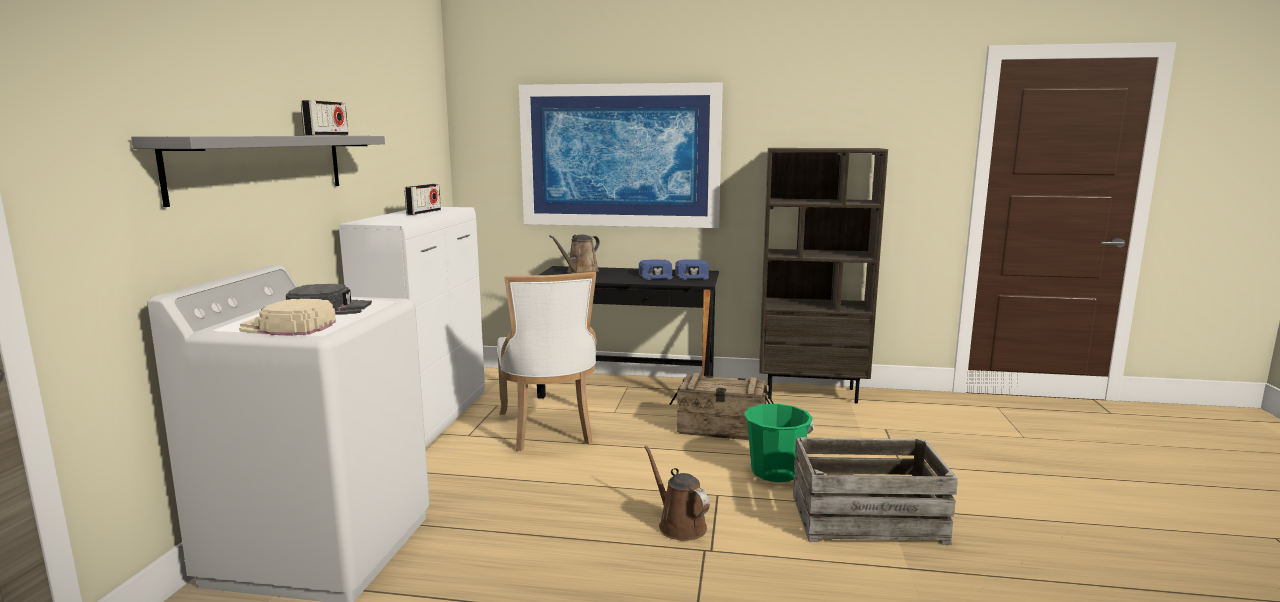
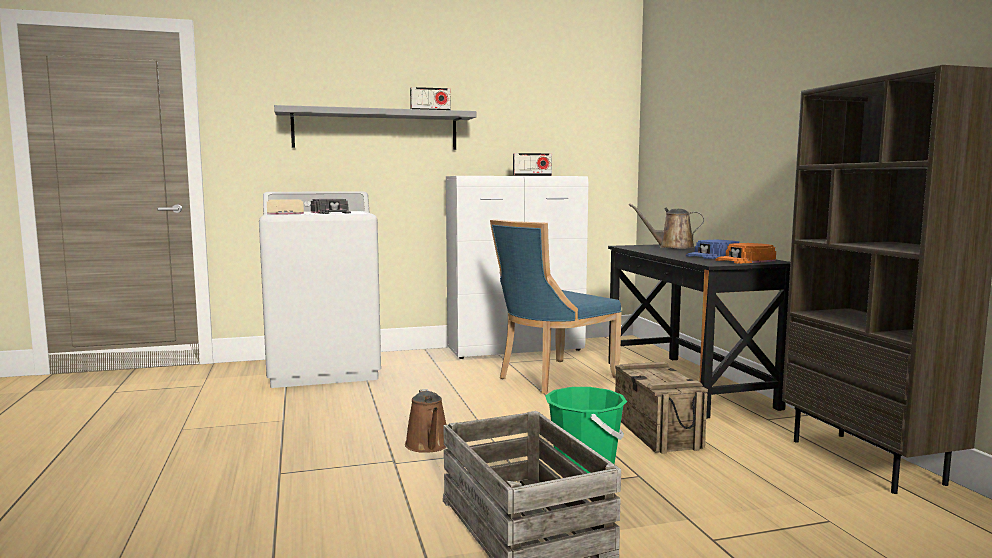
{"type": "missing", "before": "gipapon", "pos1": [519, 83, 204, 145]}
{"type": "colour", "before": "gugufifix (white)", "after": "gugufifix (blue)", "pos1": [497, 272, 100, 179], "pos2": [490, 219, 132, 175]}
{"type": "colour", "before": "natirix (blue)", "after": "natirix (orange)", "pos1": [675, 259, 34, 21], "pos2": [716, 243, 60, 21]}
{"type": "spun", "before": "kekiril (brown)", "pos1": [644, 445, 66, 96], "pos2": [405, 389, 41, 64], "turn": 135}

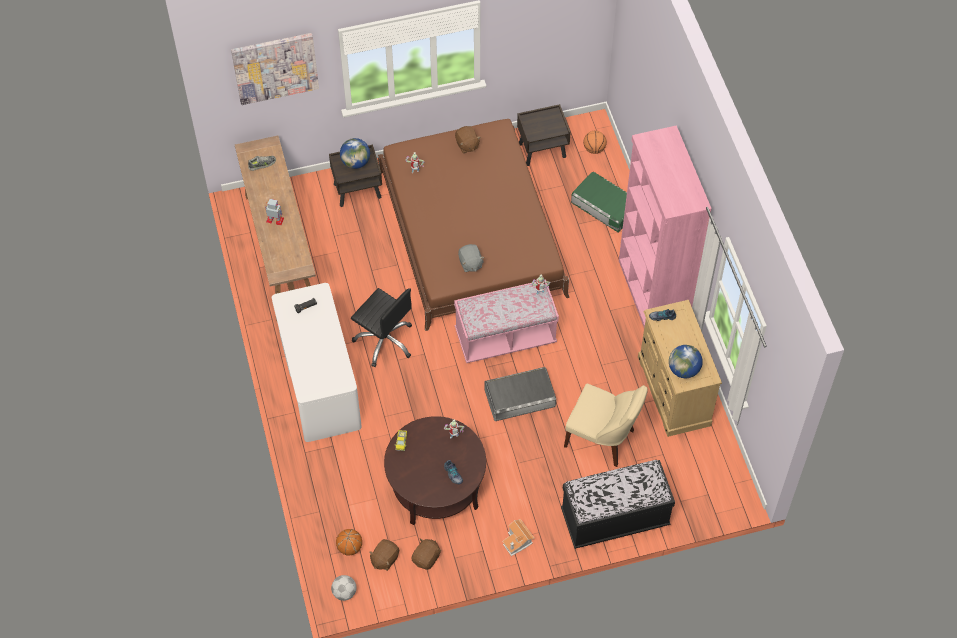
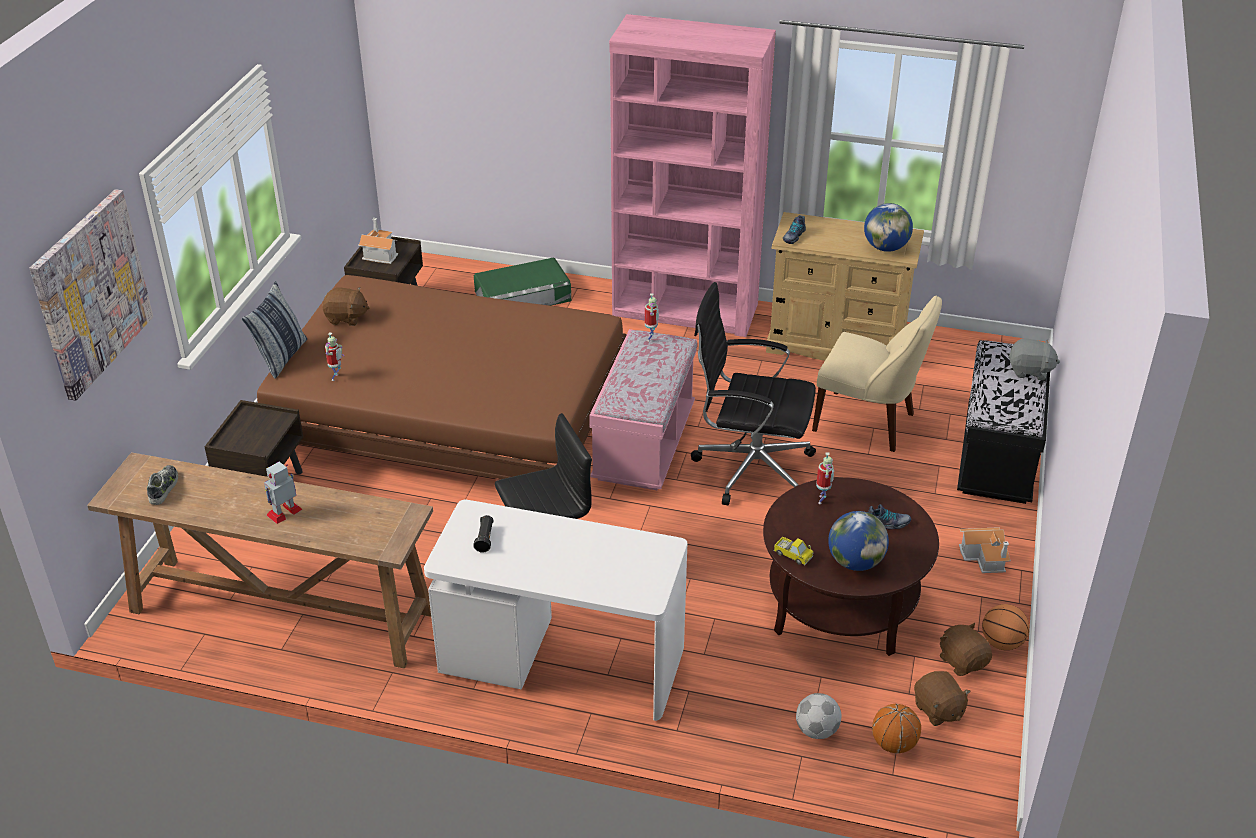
{"type": "appeared", "after": "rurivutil", "pos2": [242, 281, 65, 98]}
{"type": "appeared", "after": "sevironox", "pos2": [358, 218, 40, 46]}
{"type": "relocated", "before": "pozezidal", "pos1": [331, 575, 26, 26], "pos2": [796, 693, 45, 46]}
{"type": "relocated", "before": "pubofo", "pos1": [340, 138, 30, 31], "pos2": [828, 511, 61, 60]}
{"type": "relocated", "before": "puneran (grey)", "pos1": [458, 244, 27, 28], "pos2": [1008, 339, 52, 41]}
{"type": "relocated", "before": "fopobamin", "pos1": [583, 131, 24, 23], "pos2": [982, 604, 48, 46]}
{"type": "exchanged", "before": "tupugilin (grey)", "after": "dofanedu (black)", "pos1": [484, 367, 72, 54], "pos2": [691, 282, 125, 223]}
{"type": "spun", "before": "gugufifix (beige)", "pos1": [564, 384, 84, 83], "pos2": [812, 296, 130, 156], "turn": 60}

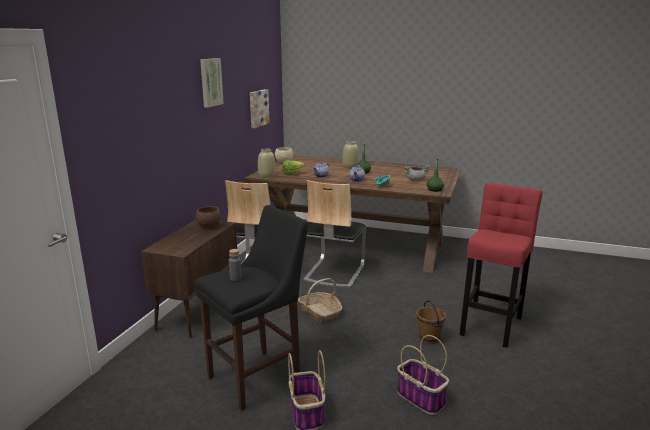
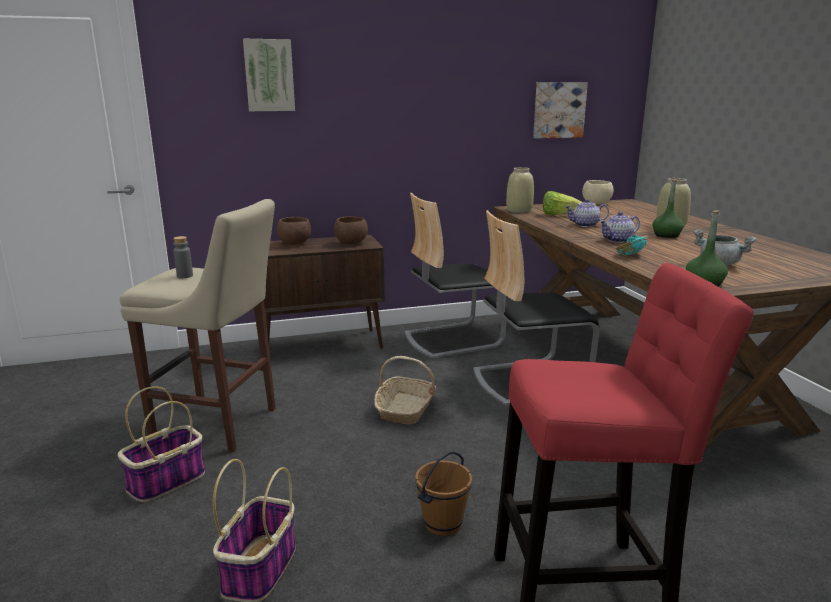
{"type": "appeared", "after": "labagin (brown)", "pos2": [277, 217, 34, 28]}
{"type": "relocated", "before": "gipapon", "pos1": [200, 58, 24, 50], "pos2": [243, 39, 52, 72]}
{"type": "colour", "before": "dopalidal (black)", "after": "dopalidal (beige)", "pos1": [195, 205, 113, 206], "pos2": [120, 199, 156, 253]}

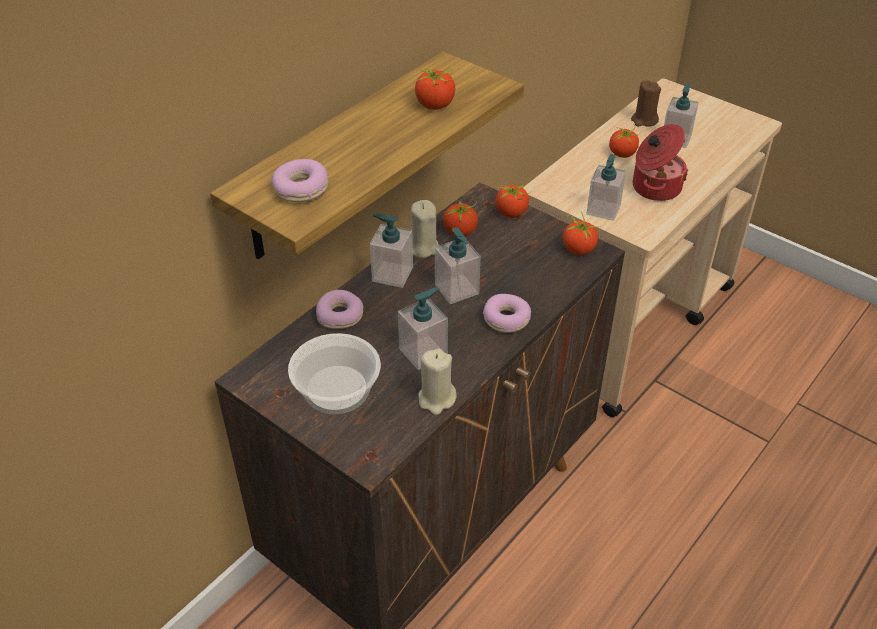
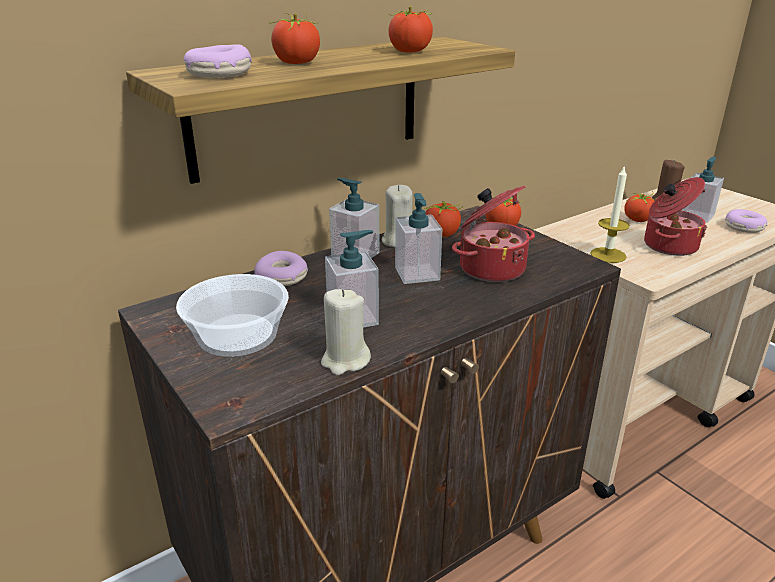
{"type": "appeared", "after": "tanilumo", "pos2": [452, 186, 83, 96]}
{"type": "relocated", "before": "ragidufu", "pos1": [483, 294, 48, 39], "pos2": [725, 209, 42, 24]}
{"type": "relocated", "before": "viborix", "pos1": [563, 214, 36, 41], "pos2": [271, 12, 49, 52]}
{"type": "exchanged", "before": "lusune", "after": "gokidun", "pos1": [586, 154, 40, 67], "pos2": [590, 165, 40, 98]}

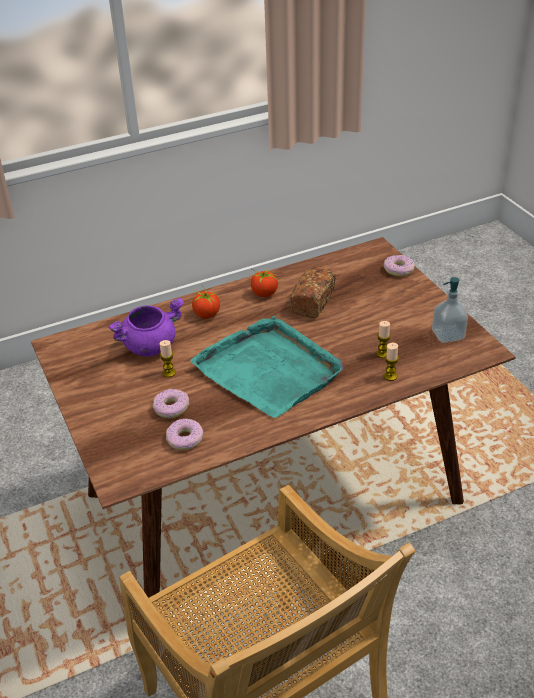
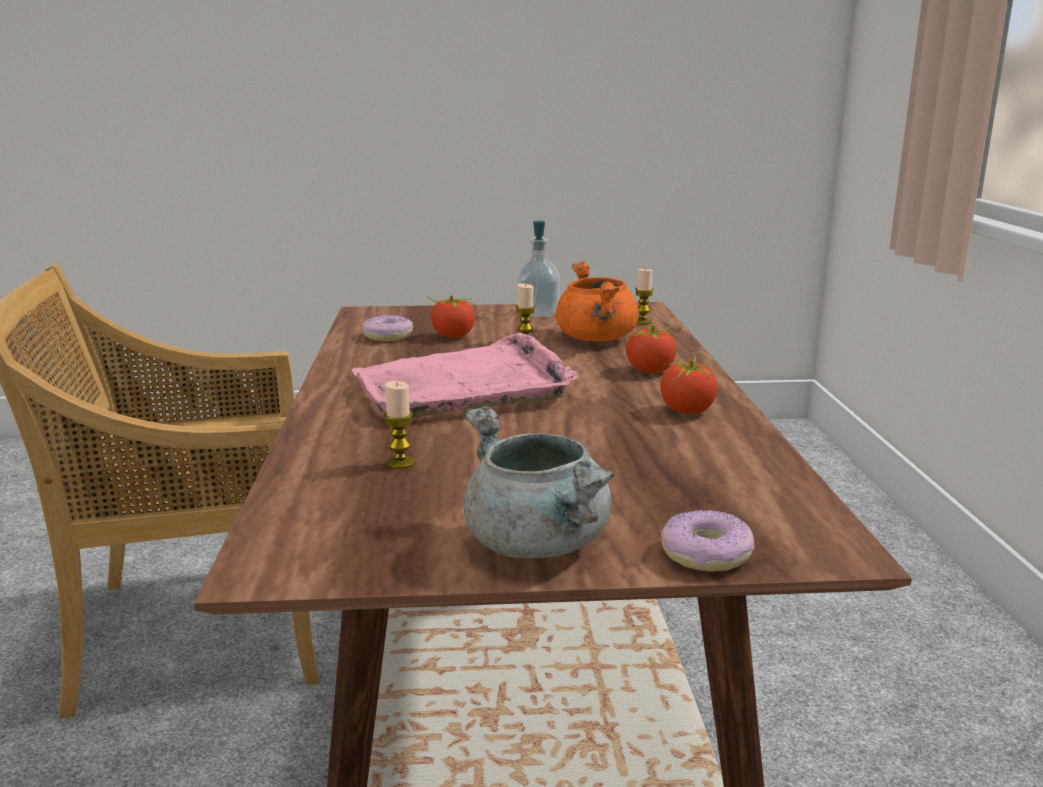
{"type": "missing", "before": "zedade", "pos1": [290, 267, 46, 51]}
{"type": "appeared", "after": "tanilumo (grey)", "pos2": [464, 406, 150, 152]}
{"type": "relocated", "before": "gokidun", "pos1": [384, 343, 15, 38], "pos2": [635, 269, 18, 55]}
{"type": "relocated", "before": "lusune", "pos1": [432, 277, 36, 66], "pos2": [518, 221, 42, 96]}
{"type": "exchanged", "before": "ragidufu", "after": "viborix", "pos1": [153, 389, 36, 29], "pos2": [427, 295, 48, 43]}
{"type": "colour", "before": "tanilumo (purple)", "after": "tanilumo (orange)", "pos1": [108, 297, 76, 60], "pos2": [556, 261, 83, 80]}
{"type": "colour", "before": "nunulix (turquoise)", "after": "nunulix (pink)", "pos1": [190, 316, 153, 102], "pos2": [352, 333, 227, 85]}

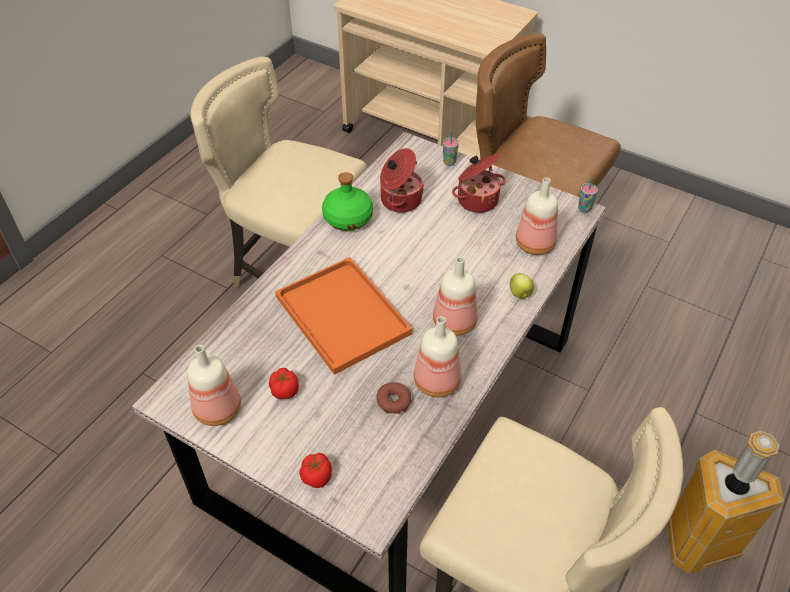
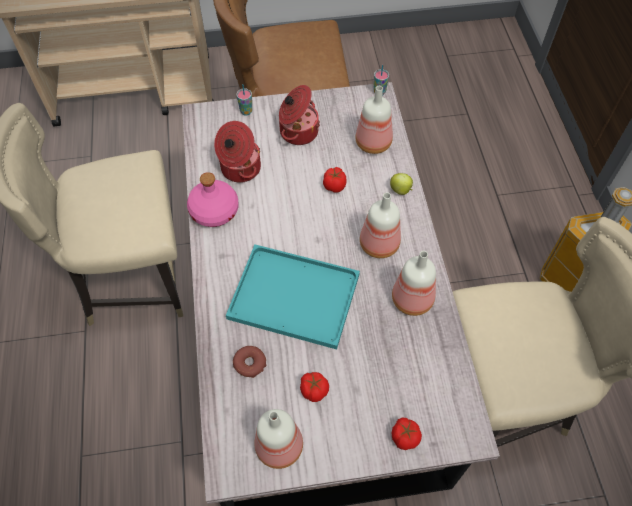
{"type": "appeared", "after": "viborix", "pos2": [323, 167, 24, 26]}
{"type": "relocated", "before": "ragidufu", "pos1": [377, 382, 34, 32], "pos2": [233, 346, 33, 32]}
{"type": "colour", "before": "nunulix (orange)", "after": "nunulix (turquoise)", "pos1": [275, 257, 137, 118], "pos2": [226, 244, 134, 105]}
{"type": "colour", "before": "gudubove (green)", "after": "gudubove (pink)", "pos1": [322, 172, 51, 59], "pos2": [187, 172, 52, 55]}

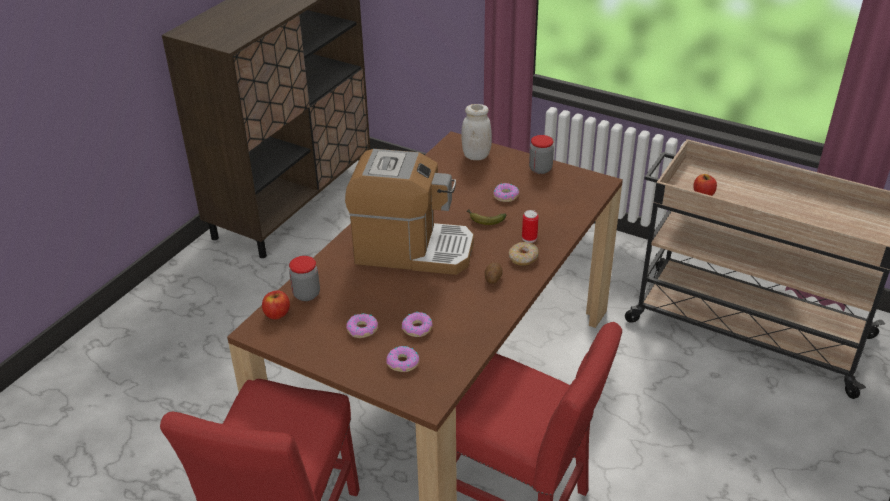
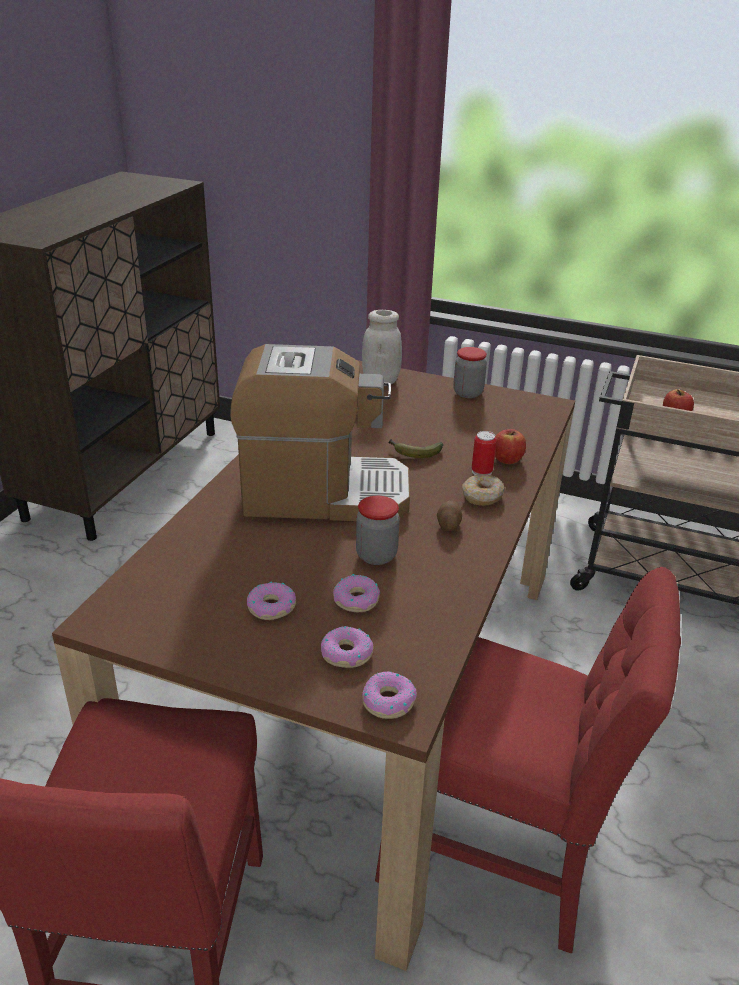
{"type": "relocated", "before": "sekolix", "pos1": [262, 290, 28, 30], "pos2": [495, 429, 31, 35]}
{"type": "relocated", "before": "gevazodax", "pos1": [289, 256, 31, 45], "pos2": [356, 496, 44, 69]}
{"type": "relocated", "before": "ragidufu", "pos1": [493, 183, 26, 19], "pos2": [362, 671, 55, 48]}

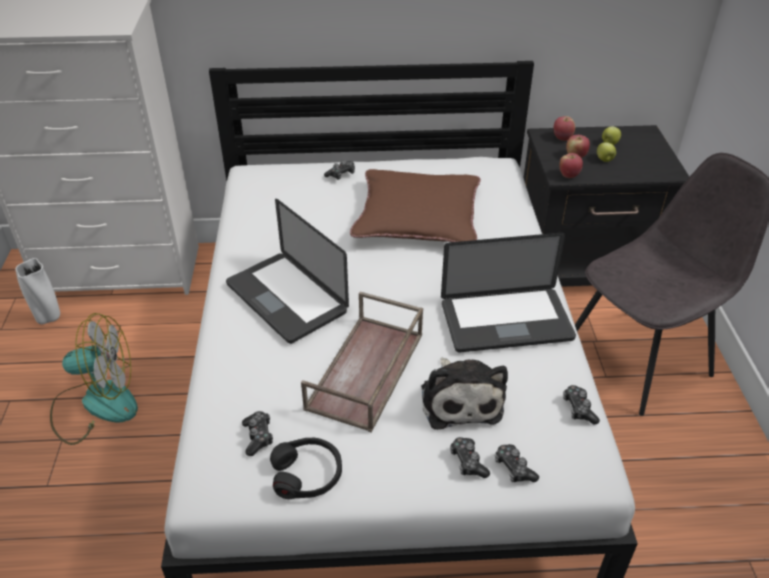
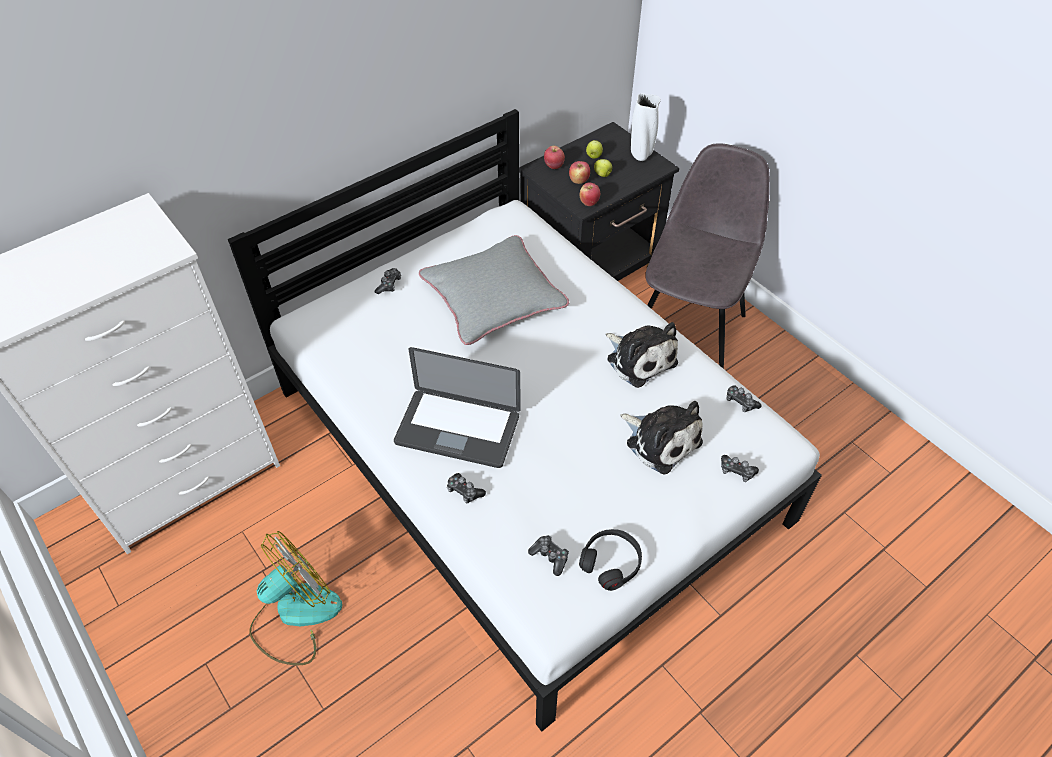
{"type": "missing", "before": "nunulix (brown)", "pos1": [301, 292, 122, 141]}
{"type": "relocated", "before": "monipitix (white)", "pos1": [15, 258, 45, 66], "pos2": [631, 93, 30, 68]}
{"type": "relocated", "before": "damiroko", "pos1": [450, 437, 40, 41], "pos2": [447, 473, 39, 30]}
{"type": "exchanged", "before": "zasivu", "after": "puneran", "pos1": [441, 233, 135, 119], "pos2": [606, 322, 72, 66]}
{"type": "colour", "before": "rurivutil (brown)", "after": "rurivutil (grey)", "pos1": [350, 169, 131, 73], "pos2": [419, 235, 150, 110]}

